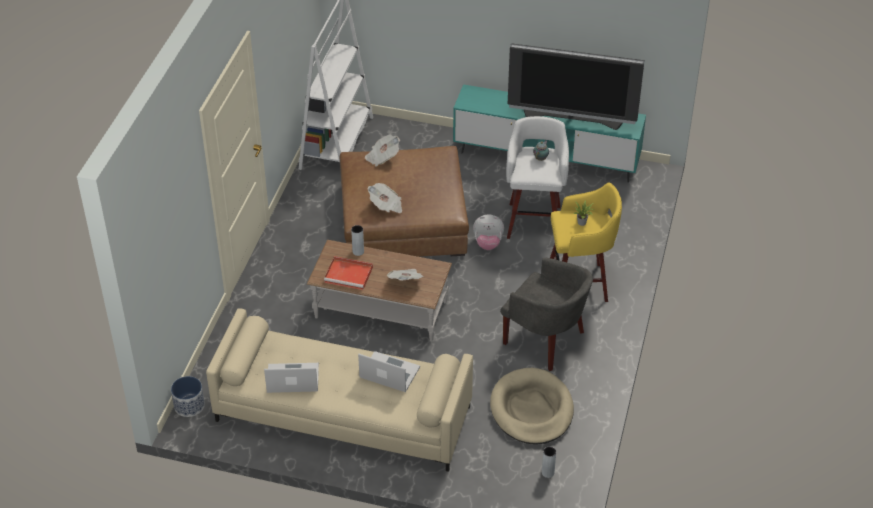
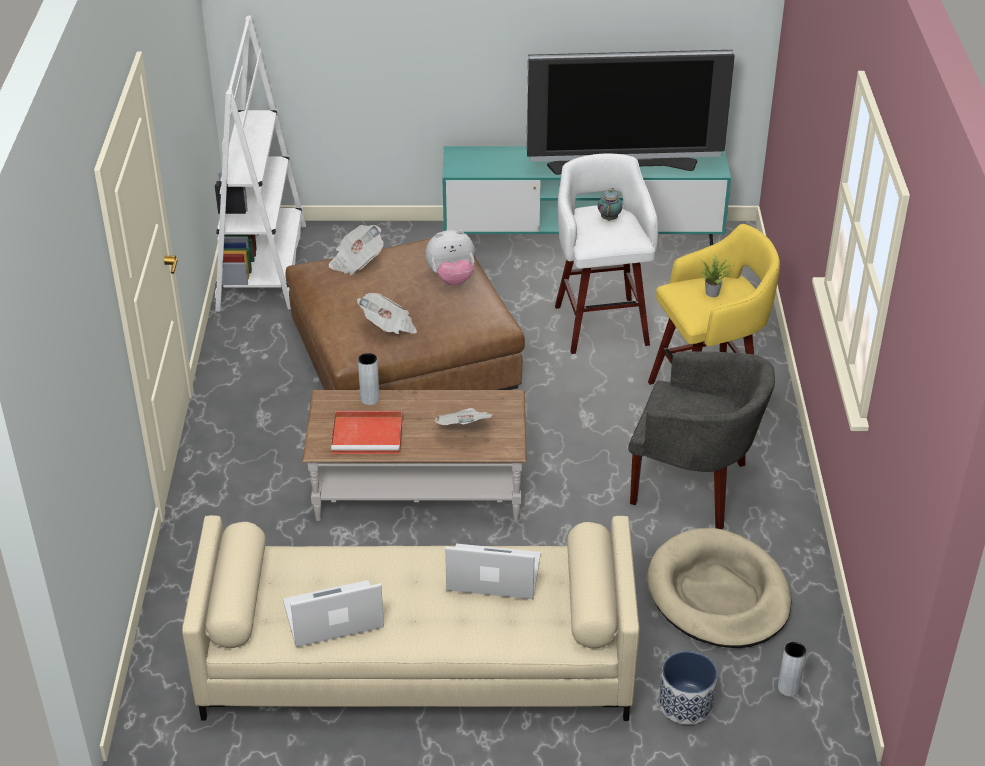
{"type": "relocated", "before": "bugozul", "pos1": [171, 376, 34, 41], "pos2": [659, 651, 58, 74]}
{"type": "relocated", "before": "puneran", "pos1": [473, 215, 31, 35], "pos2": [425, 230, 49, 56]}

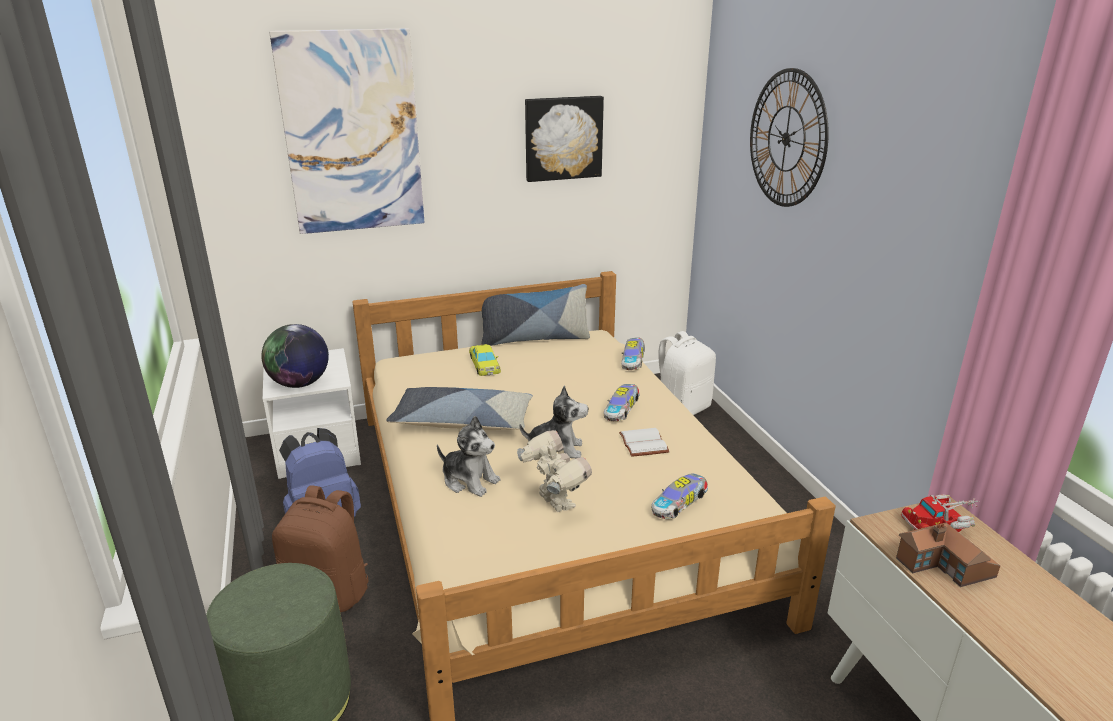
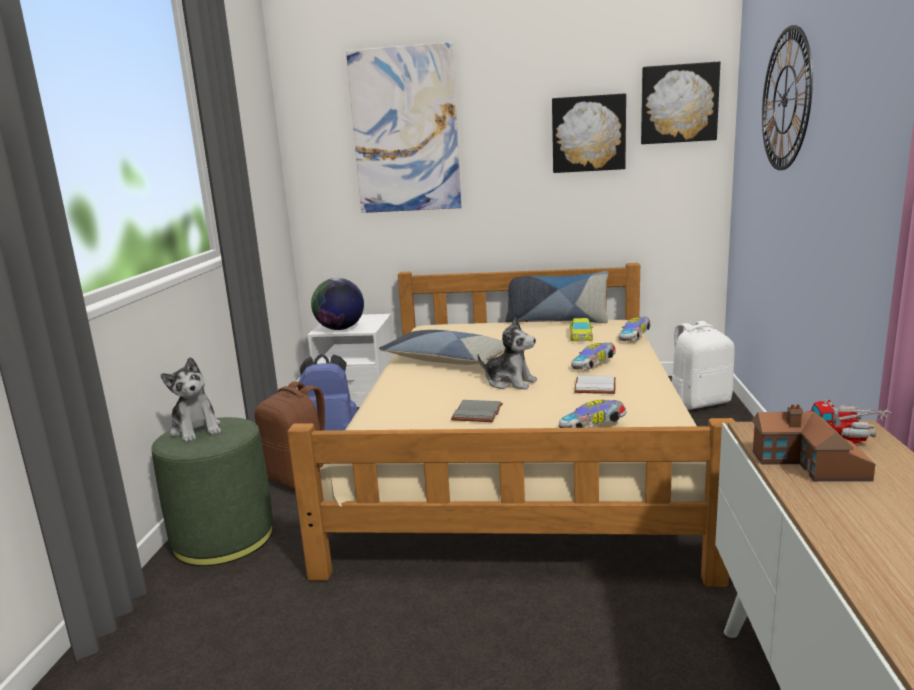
{"type": "appeared", "after": "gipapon", "pos2": [641, 61, 79, 83]}
{"type": "relocated", "before": "puneran", "pos1": [437, 416, 64, 81], "pos2": [160, 357, 61, 85]}
{"type": "relocated", "before": "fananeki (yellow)", "pos1": [469, 344, 32, 32], "pos2": [570, 318, 23, 23]}
{"type": "exchanged", "before": "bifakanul", "after": "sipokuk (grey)", "pos1": [517, 430, 75, 82], "pos2": [451, 400, 52, 22]}

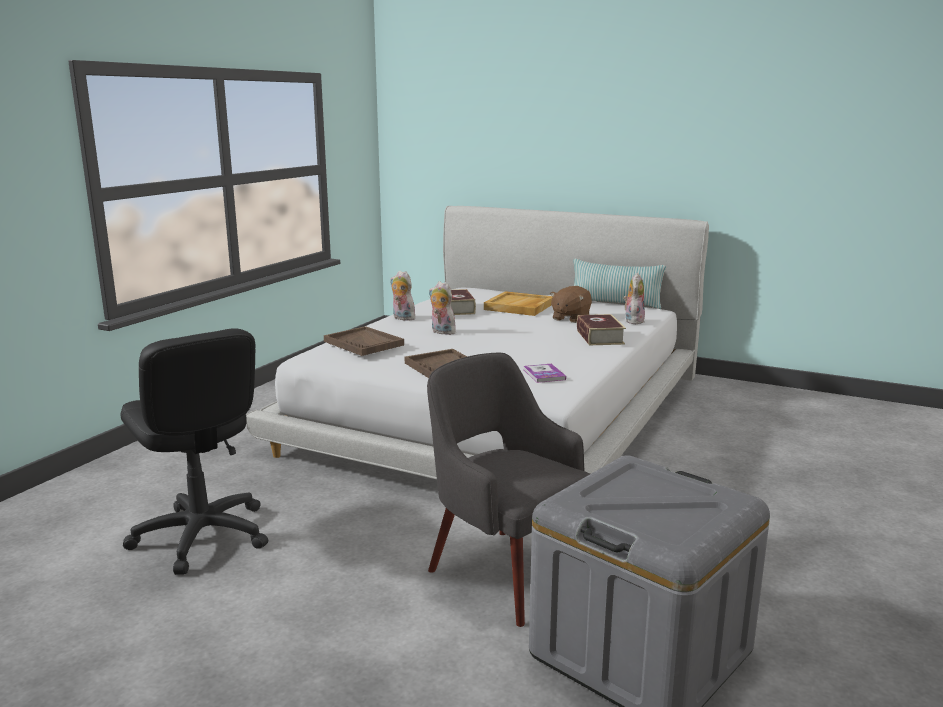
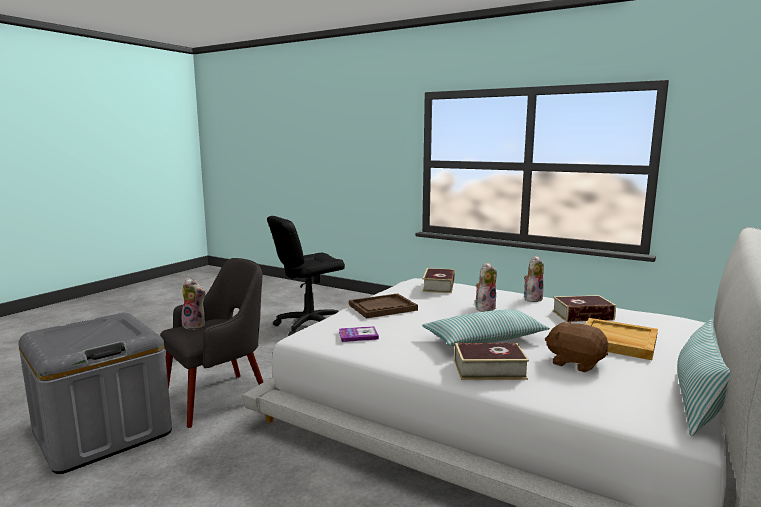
{"type": "appeared", "after": "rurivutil", "pos2": [422, 310, 128, 36]}
{"type": "relocated", "before": "puneran", "pos1": [623, 273, 22, 51], "pos2": [182, 278, 24, 52]}
{"type": "exchanged", "before": "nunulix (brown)", "after": "sipokuk", "pos1": [324, 326, 80, 30], "pos2": [422, 268, 33, 25]}

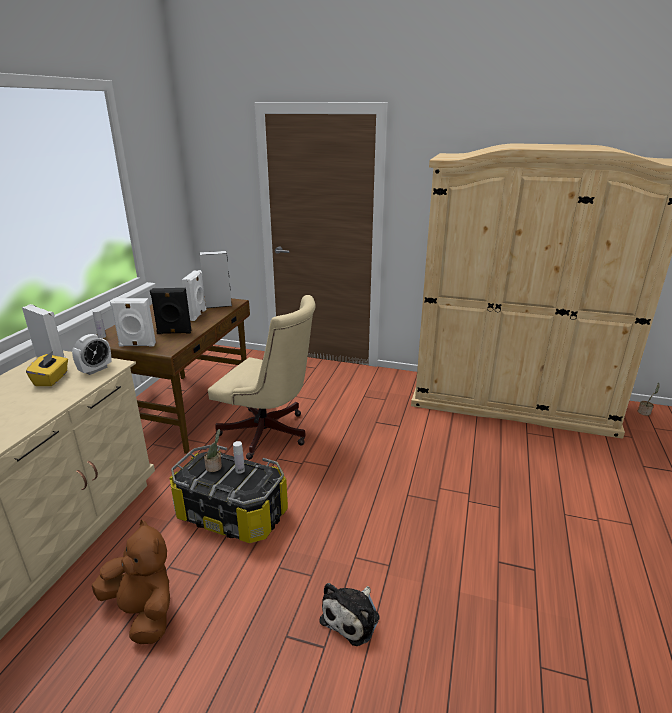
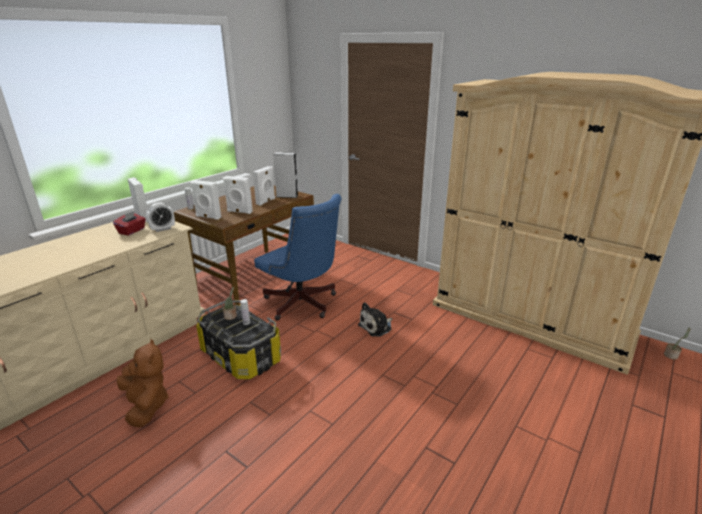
{"type": "relocated", "before": "puneran", "pos1": [320, 583, 60, 63], "pos2": [358, 302, 34, 35]}
{"type": "colour", "before": "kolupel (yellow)", "after": "kolupel (red)", "pos1": [26, 351, 42, 35], "pos2": [113, 211, 33, 25]}
{"type": "colour", "before": "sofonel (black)", "after": "sofonel (white)", "pos1": [150, 288, 41, 46], "pos2": [223, 176, 30, 38]}
{"type": "colour", "before": "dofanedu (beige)", "after": "dofanedu (blue)", "pos1": [208, 295, 108, 165], "pos2": [254, 194, 88, 126]}

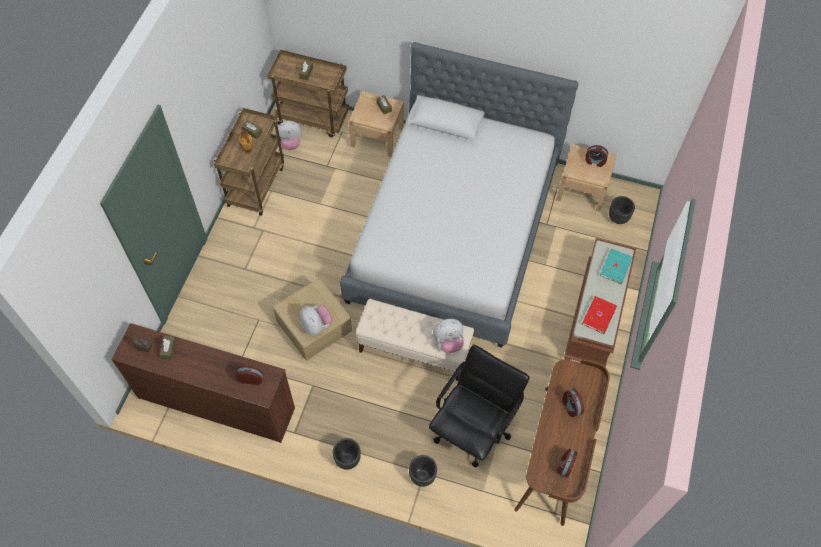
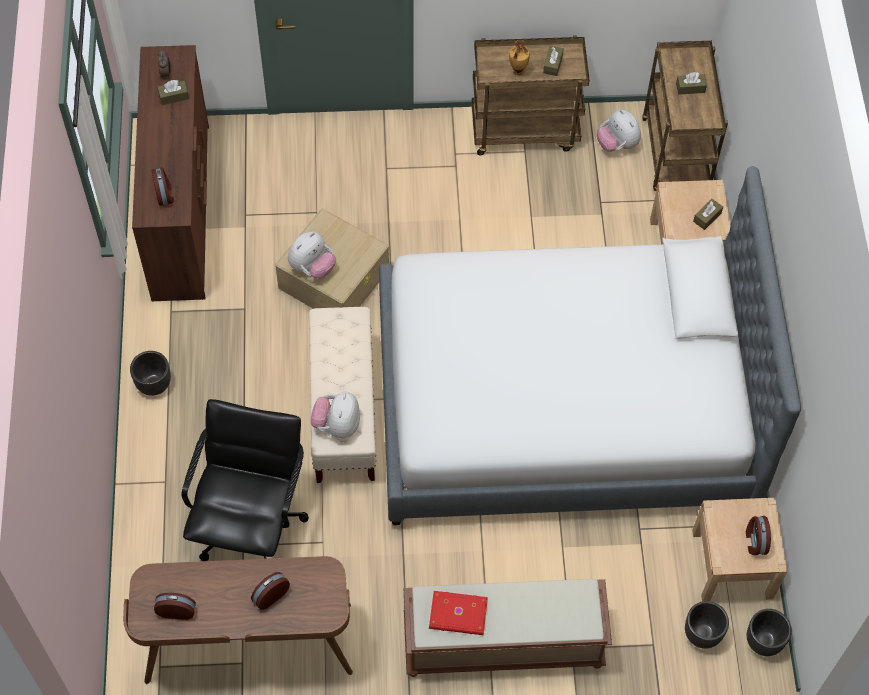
{"type": "missing", "before": "sipokuk (turquoise)", "pos1": [600, 249, 33, 35]}
{"type": "relocated", "before": "bugozul (black)", "pos1": [409, 455, 28, 32], "pos2": [747, 609, 45, 47]}
{"type": "spun", "before": "dofanedu (black)", "pos1": [429, 344, 101, 124], "pos2": [181, 399, 128, 162], "turn": -90}
{"type": "spun", "before": "puneran", "pos1": [433, 319, 31, 34], "pos2": [310, 392, 50, 46], "turn": 45}

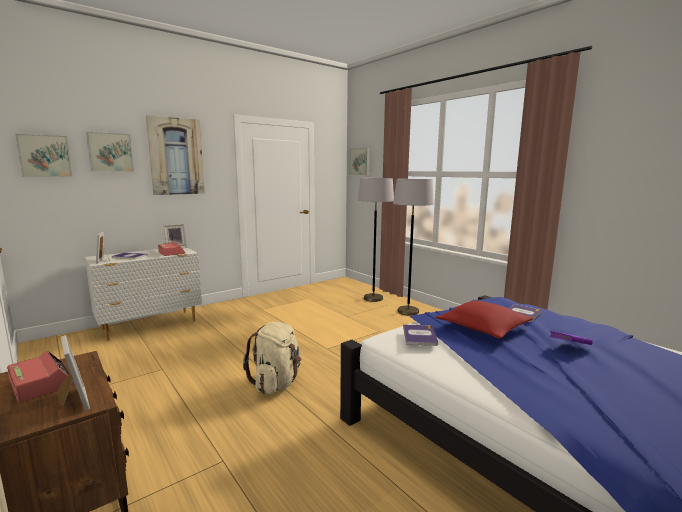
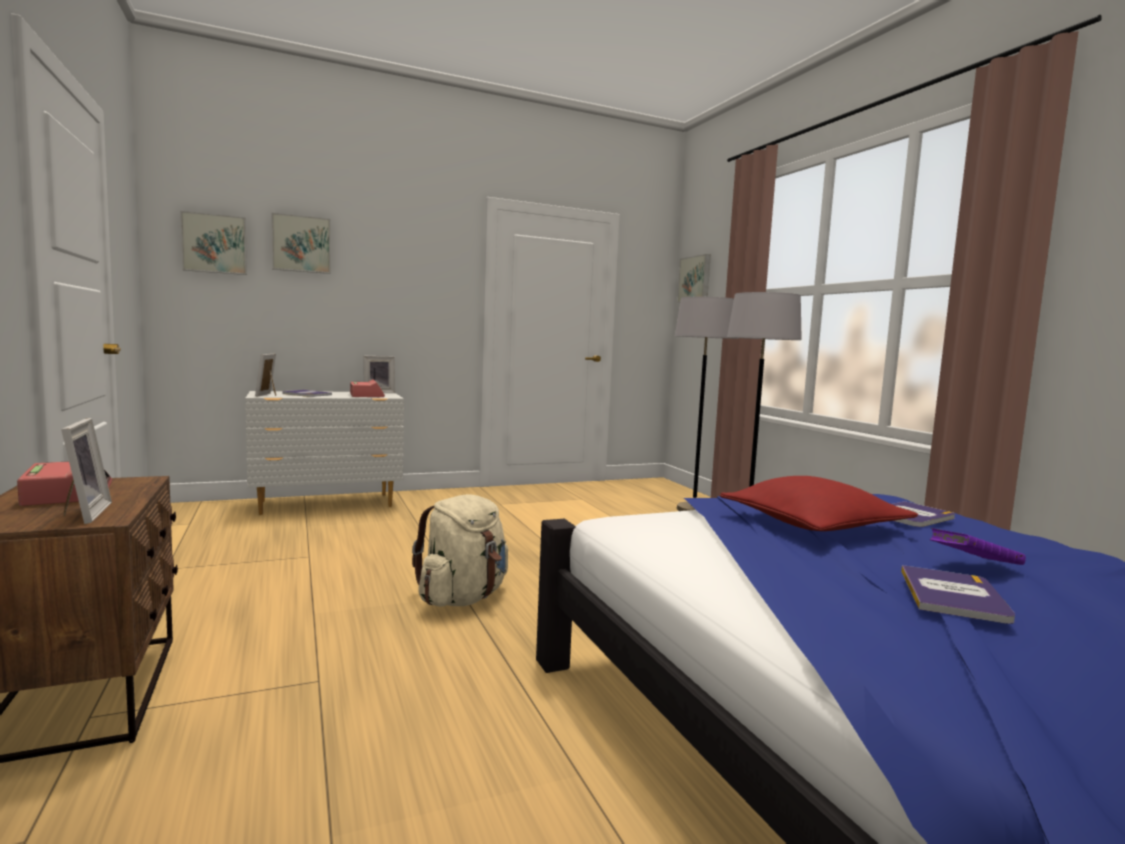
{"type": "missing", "before": "gipapon", "pos1": [146, 115, 59, 80]}
{"type": "relocated", "before": "sipokuk", "pos1": [403, 324, 35, 22], "pos2": [901, 565, 114, 59]}

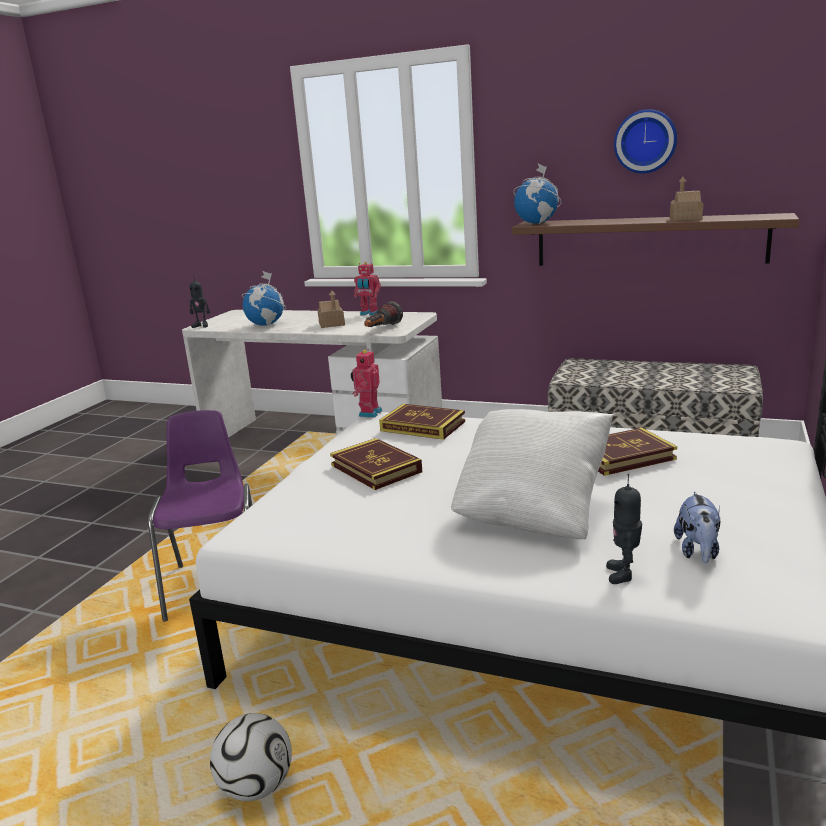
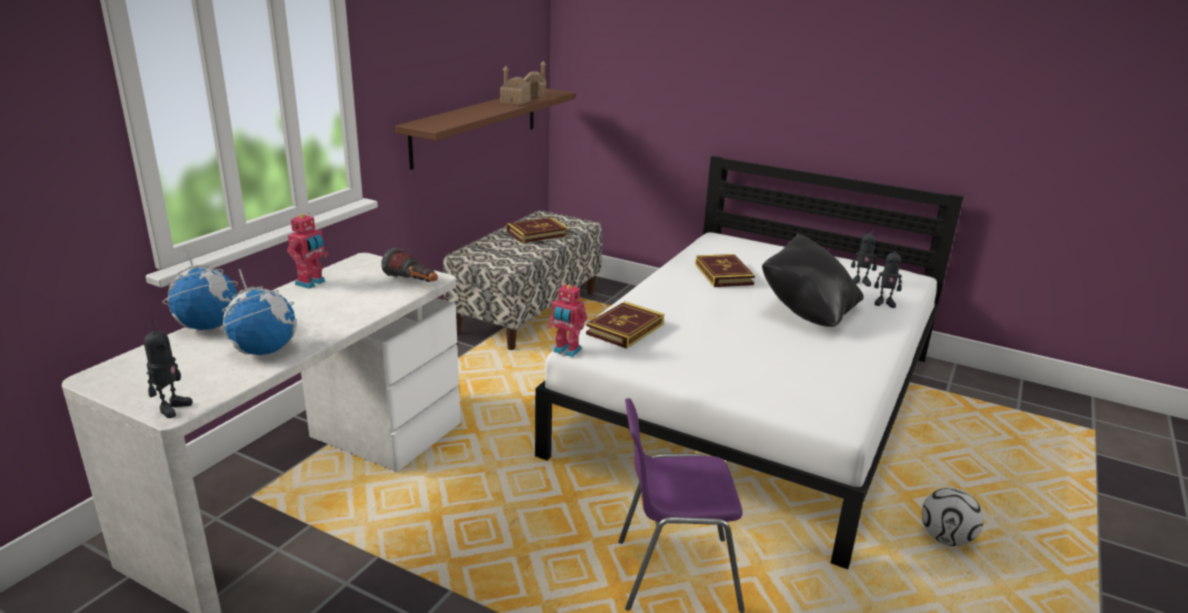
{"type": "missing", "before": "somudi", "pos1": [614, 109, 63, 64]}
{"type": "relocated", "before": "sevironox", "pos1": [317, 290, 28, 38], "pos2": [524, 61, 22, 37]}
{"type": "relocated", "before": "sipokuk", "pos1": [330, 438, 92, 52], "pos2": [507, 217, 61, 26]}
{"type": "relocated", "before": "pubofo", "pos1": [514, 164, 47, 60], "pos2": [162, 248, 76, 83]}
{"type": "exchanged", "before": "puneran", "after": "bifakanul", "pos1": [674, 491, 46, 72], "pos2": [851, 226, 26, 60]}
{"type": "colour", "before": "rurivutil (white)", "after": "rurivutil (black)", "pos1": [451, 409, 163, 131], "pos2": [762, 234, 102, 93]}

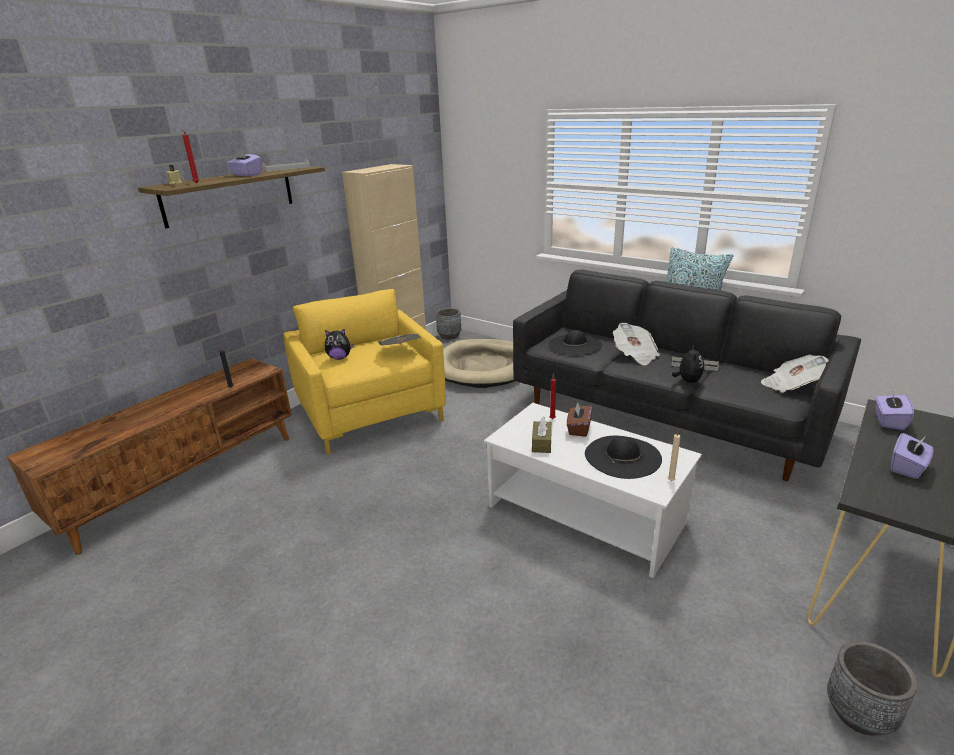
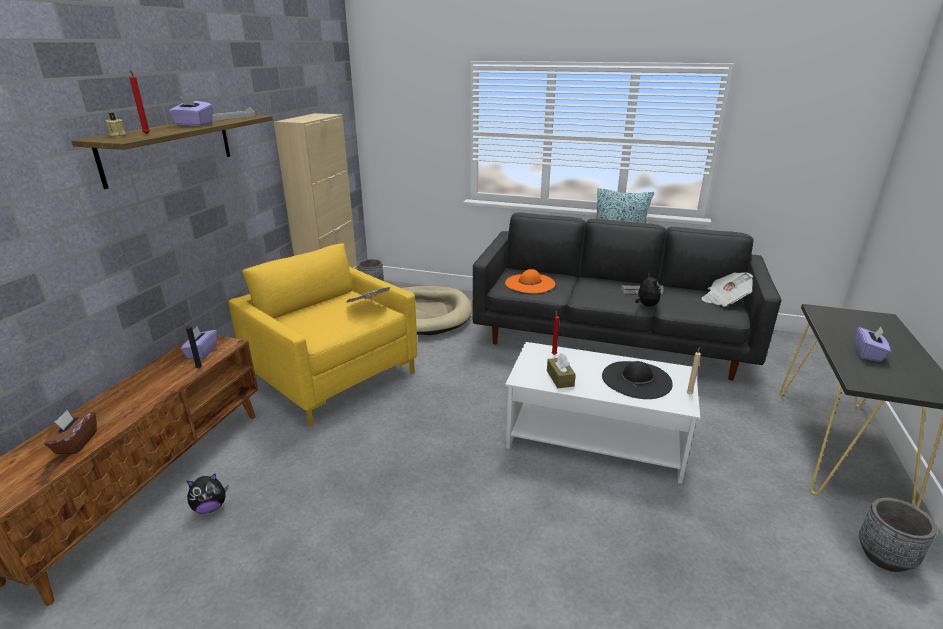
{"type": "missing", "before": "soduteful", "pos1": [613, 323, 47, 42]}
{"type": "relocated", "before": "puneran", "pos1": [325, 329, 29, 31], "pos2": [187, 474, 41, 40]}
{"type": "relocated", "before": "kolupel (brown)", "pos1": [567, 402, 25, 35], "pos2": [44, 410, 53, 44]}
{"type": "relocated", "before": "kolupel (purple)", "pos1": [876, 391, 38, 39], "pos2": [181, 327, 36, 33]}
{"type": "colour", "before": "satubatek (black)", "after": "satubatek (orange)", "pos1": [548, 330, 54, 26], "pos2": [505, 269, 50, 24]}

